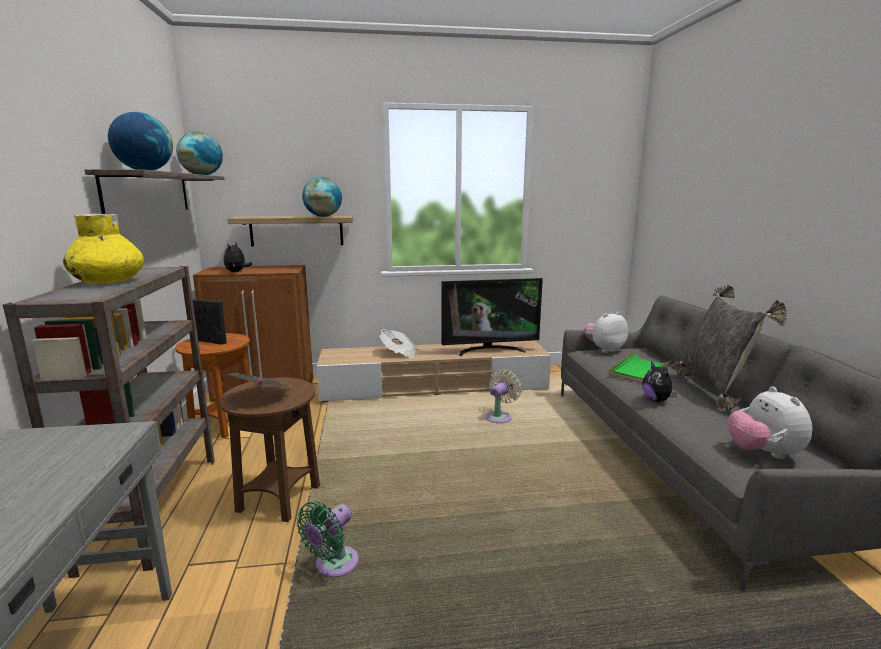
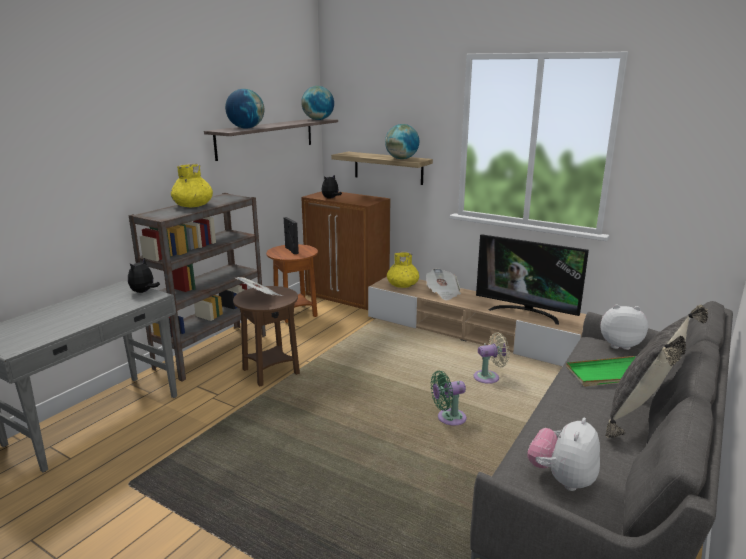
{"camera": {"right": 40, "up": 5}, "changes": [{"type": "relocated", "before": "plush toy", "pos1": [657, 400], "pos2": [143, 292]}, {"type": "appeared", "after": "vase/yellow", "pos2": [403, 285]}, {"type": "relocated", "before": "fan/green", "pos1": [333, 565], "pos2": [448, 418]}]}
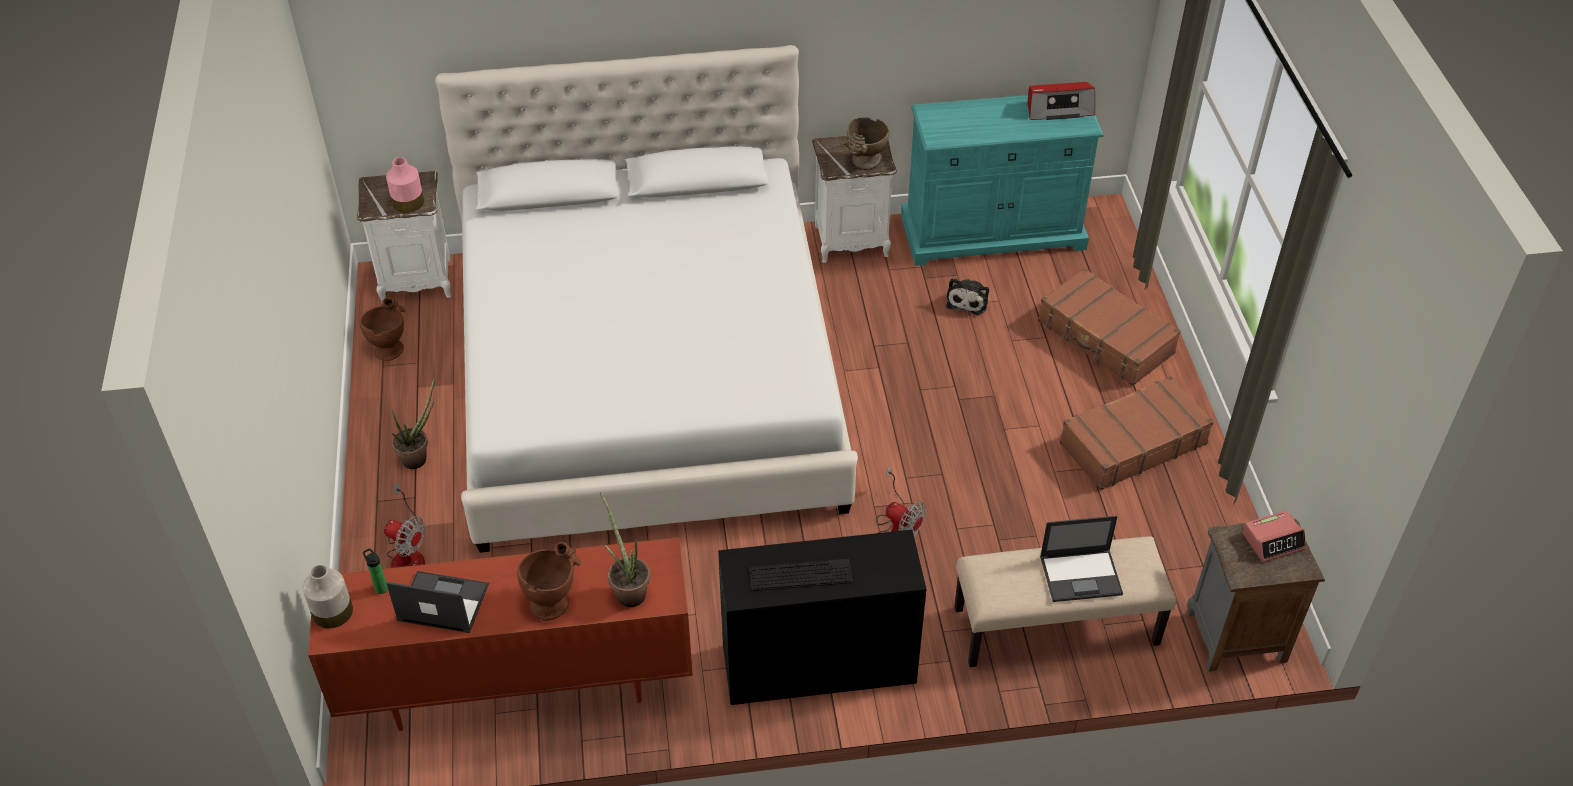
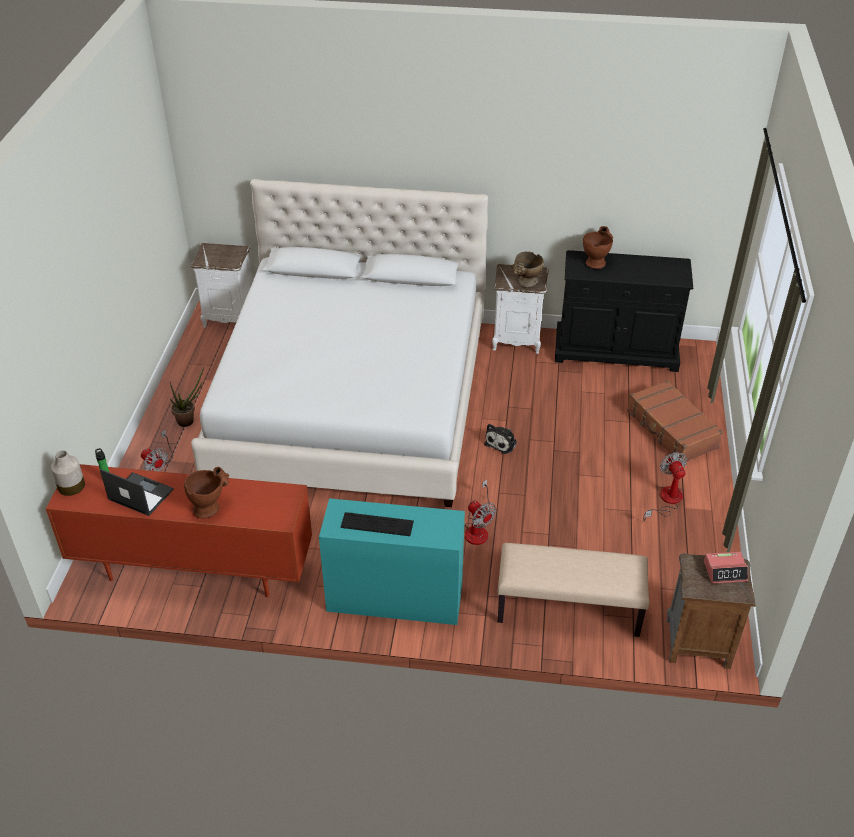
{"camera": {"right": 15, "up": -5}, "changes": [{"type": "colour", "before": "desk/black", "after": "desk/turquoise", "pos1": [818, 665], "pos2": [394, 598]}, {"type": "relocated", "before": "plush toy", "pos1": [968, 300], "pos2": [502, 442]}, {"type": "colour", "before": "dresser/turquoise", "after": "dresser/black", "pos1": [994, 231], "pos2": [617, 350]}, {"type": "relocated", "before": "vase/brown", "pos1": [390, 346], "pos2": [596, 261]}, {"type": "exchanged", "before": "suitcase/brown", "after": "fan", "pos1": [1132, 443], "pos2": [666, 500]}, {"type": "missing", "before": "vase/pink", "pos1": [408, 202]}, {"type": "missing", "before": "potted plant", "pos1": [628, 590]}, {"type": "missing", "before": "radio", "pos1": [1059, 109]}, {"type": "missing", "before": "laptop", "pos1": [1081, 575]}]}
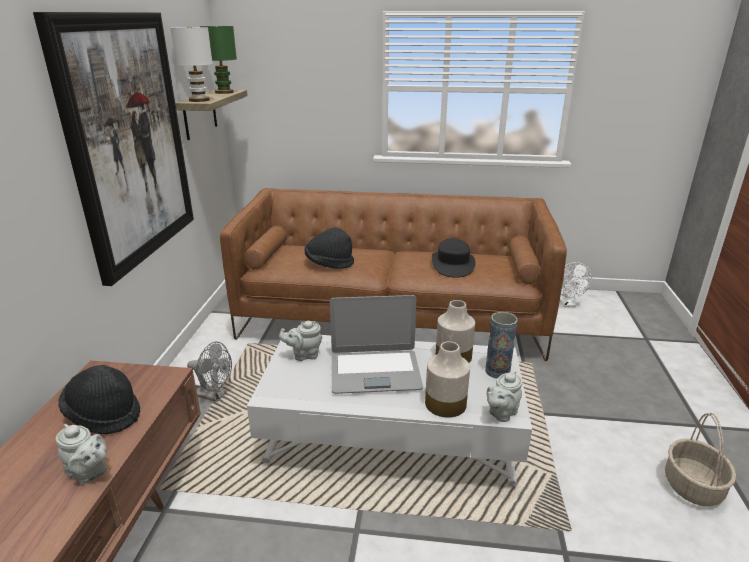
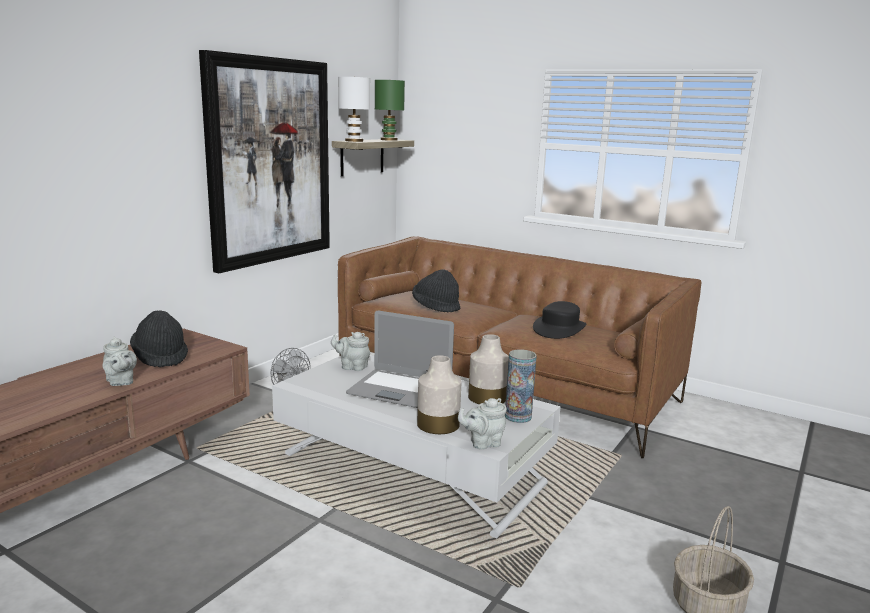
{"camera": {"right": 25, "up": -10}, "changes": [{"type": "missing", "before": "fan/white", "pos1": [567, 303]}]}
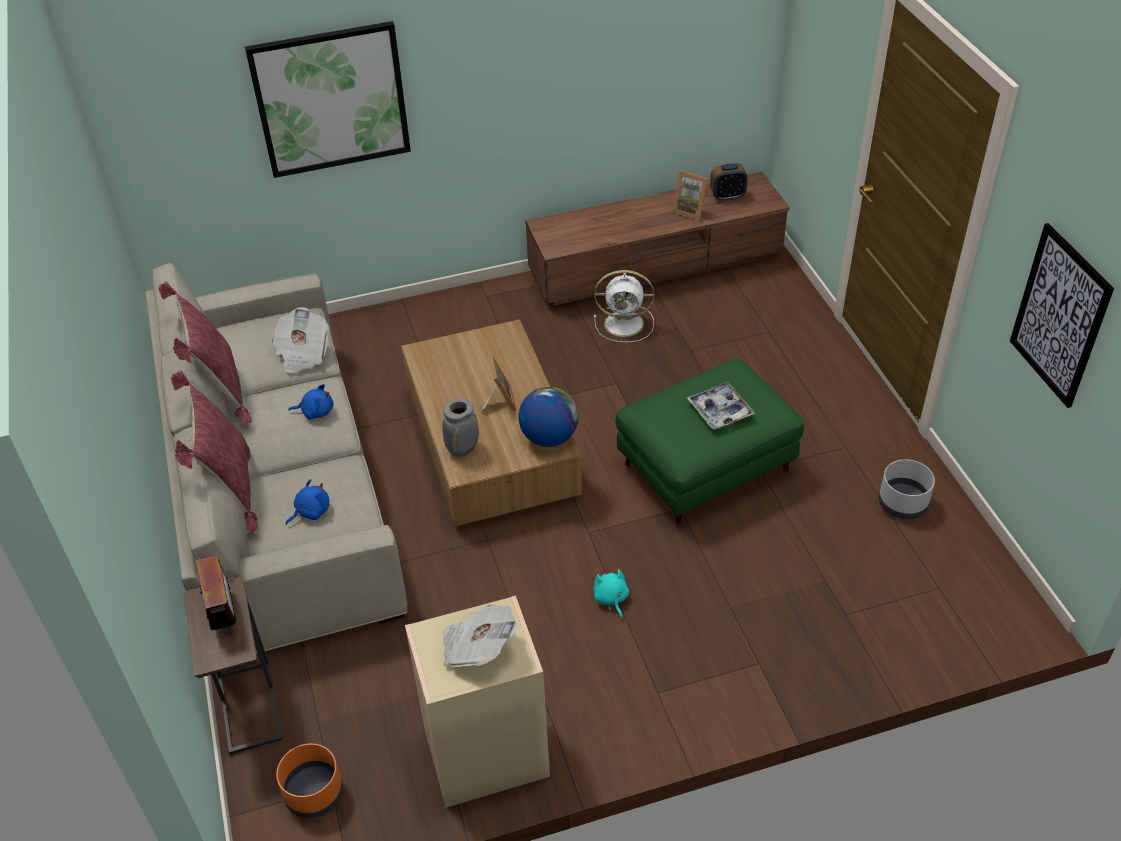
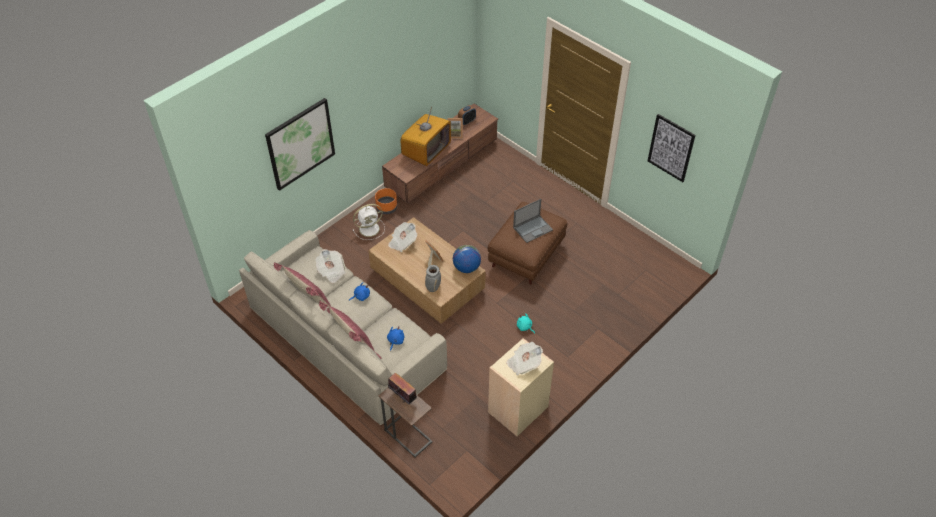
{"camera": {"right": -30, "up": 5}, "changes": [{"type": "relocated", "before": "fan/white", "pos1": [626, 324], "pos2": [370, 228]}, {"type": "relocated", "before": "planter/orange", "pos1": [314, 794], "pos2": [386, 208]}, {"type": "appeared", "after": "newspaper", "pos2": [402, 242]}, {"type": "appeared", "after": "television", "pos2": [426, 151]}, {"type": "colour", "before": "ottoman/green", "after": "ottoman/brown", "pos1": [705, 467], "pos2": [526, 255]}, {"type": "exchanged", "before": "tray", "after": "laptop", "pos1": [720, 410], "pos2": [533, 228]}, {"type": "missing", "before": "planter/grey", "pos1": [903, 503]}]}
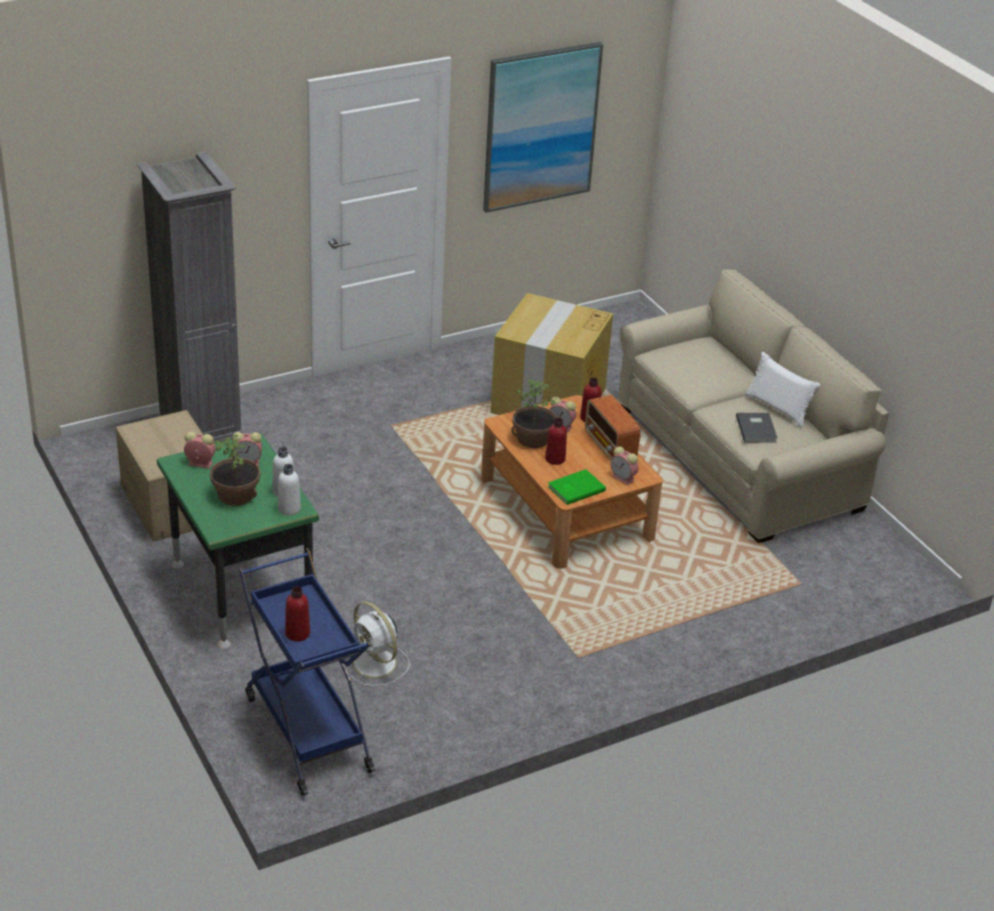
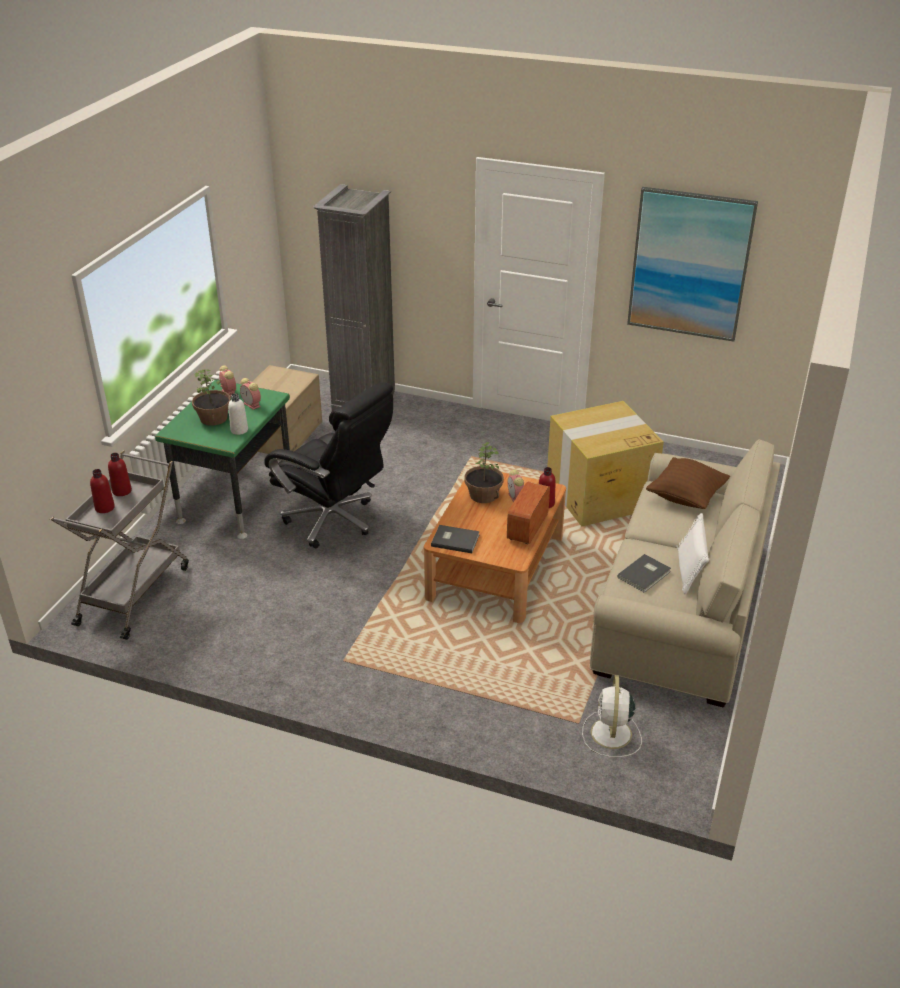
{"camera": {"right": 50, "up": 0}, "changes": [{"type": "colour", "before": "cart/blue", "after": "cart/grey", "pos1": [307, 733], "pos2": [135, 595]}, {"type": "relocated", "before": "bottle/red", "pos1": [555, 459], "pos2": [122, 491]}, {"type": "appeared", "after": "office chair/black", "pos2": [335, 523]}, {"type": "colour", "before": "book/green", "after": "book/grey", "pos1": [575, 488], "pos2": [455, 540]}, {"type": "relocated", "before": "fan/white", "pos1": [376, 664], "pos2": [611, 735]}, {"type": "appeared", "after": "pillow/brown", "pos2": [686, 497]}, {"type": "missing", "before": "bottle/white", "pos1": [289, 509]}, {"type": "missing", "before": "alarm clock", "pos1": [624, 478]}]}
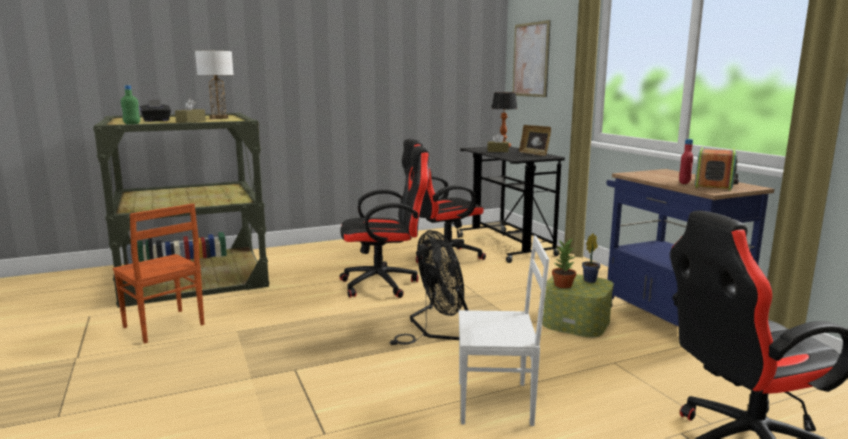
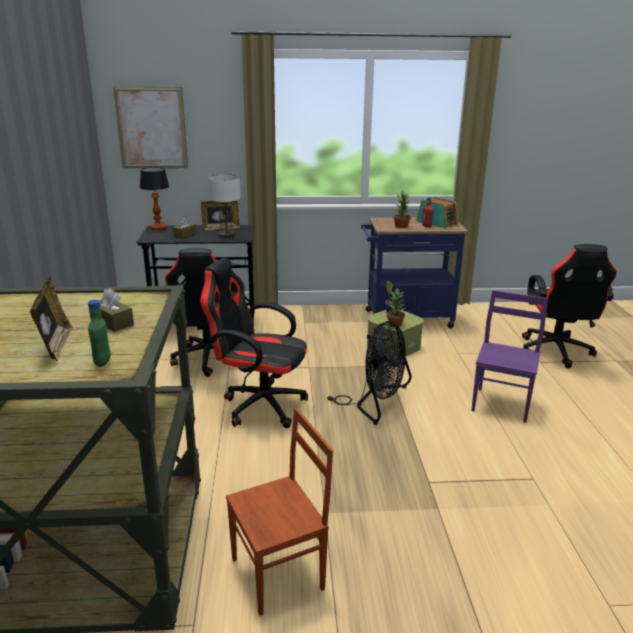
{"camera": {"right": -70, "up": 10}, "changes": [{"type": "exchanged", "before": "tissue box/black", "after": "picture frame", "pos1": [156, 121], "pos2": [56, 346]}, {"type": "spun", "before": "office chair/black", "pos1": [385, 285], "pos2": [258, 405], "turn": -75}, {"type": "relocated", "before": "table lamp", "pos1": [218, 118], "pos2": [226, 236]}, {"type": "spun", "before": "fan/black", "pos1": [431, 327], "pos2": [374, 402], "turn": 120}, {"type": "appeared", "after": "potted plant", "pos2": [401, 226]}, {"type": "colour", "before": "chair/white", "after": "chair/purple", "pos1": [496, 403], "pos2": [502, 404]}]}
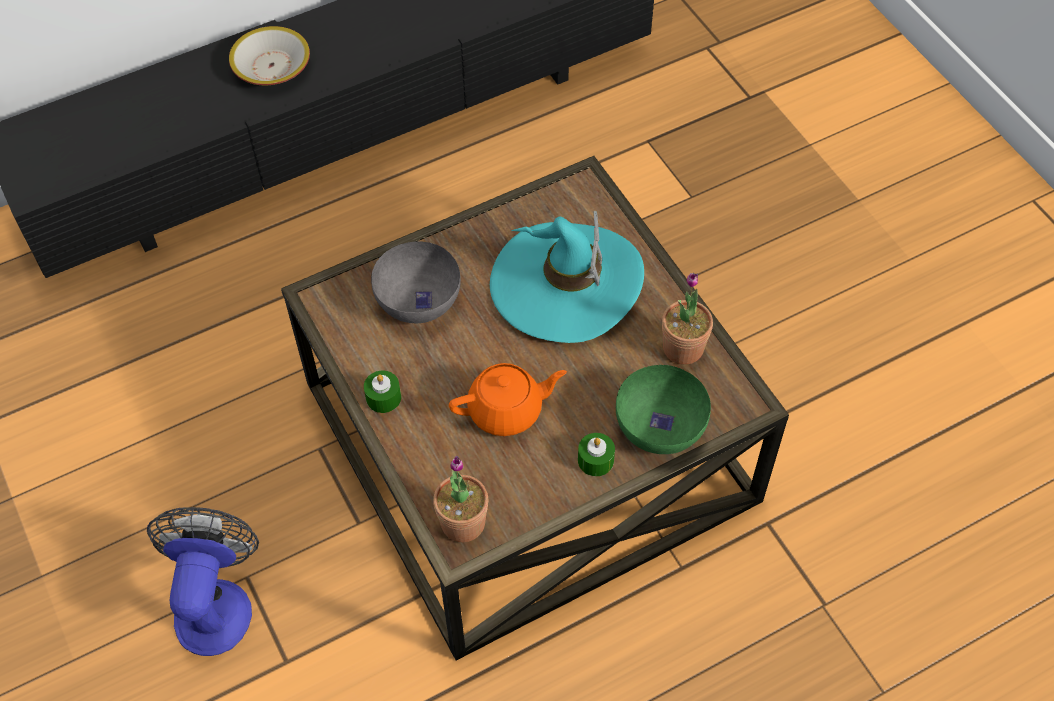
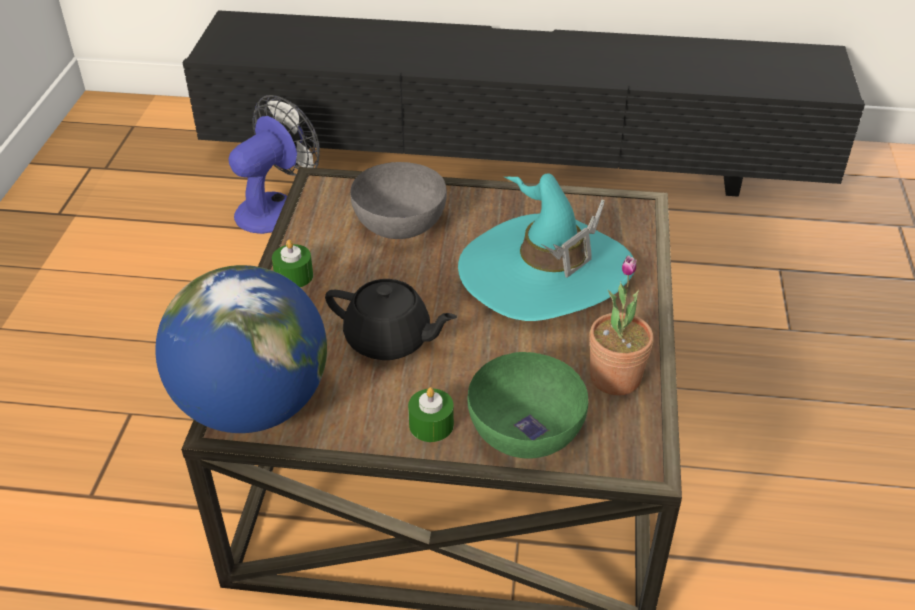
{"camera": {"right": 35, "up": -15}, "changes": [{"type": "exchanged", "before": "potted plant", "after": "globe", "pos1": [463, 522], "pos2": [254, 405]}, {"type": "relocated", "before": "fan", "pos1": [215, 602], "pos2": [276, 207]}, {"type": "colour", "before": "teapot/orange", "after": "teapot/black", "pos1": [507, 410], "pos2": [389, 340]}, {"type": "missing", "before": "bowl", "pos1": [272, 66]}]}
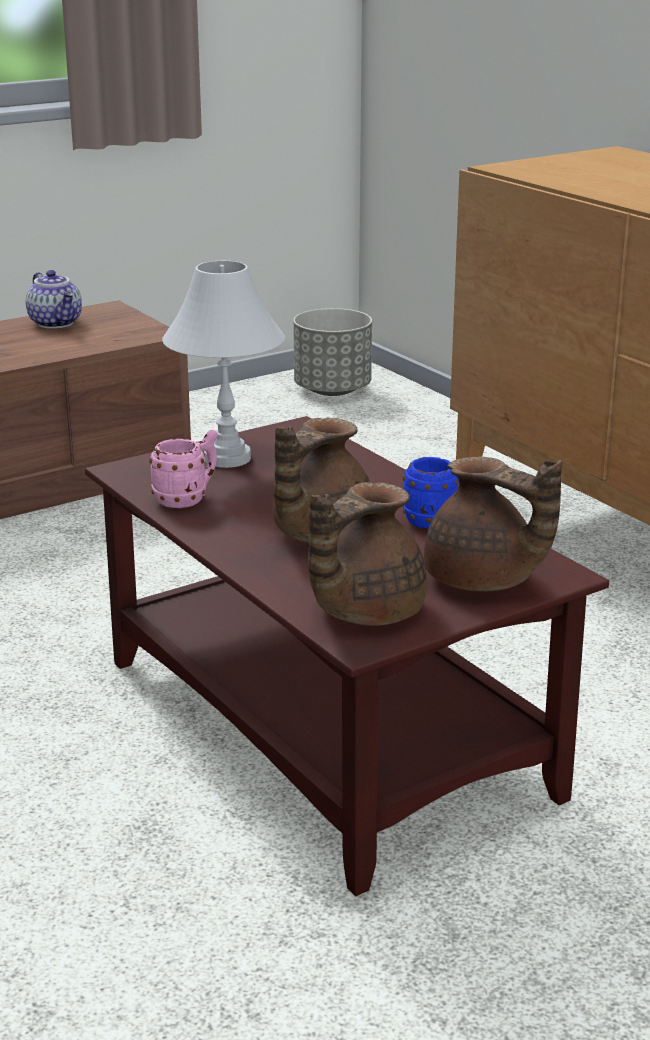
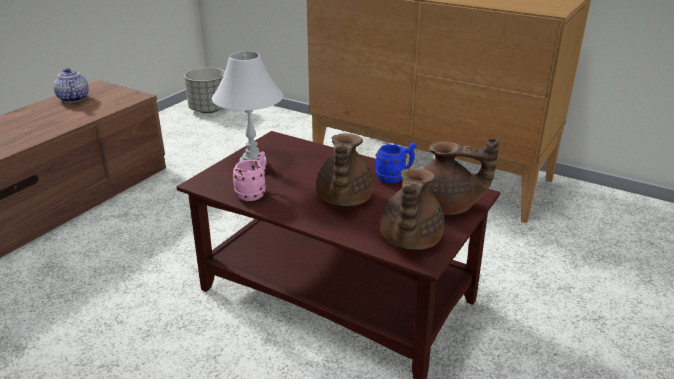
{"camera": {"right": -25, "up": 5}, "changes": [{"type": "spun", "before": "teapot", "pos1": [57, 323], "pos2": [73, 99], "turn": -150}]}
